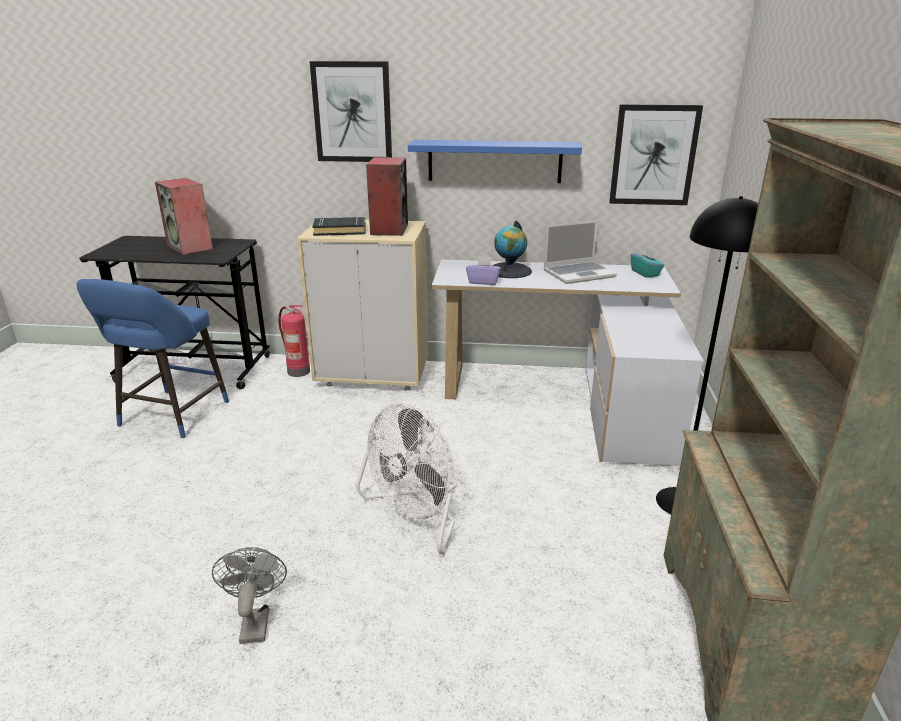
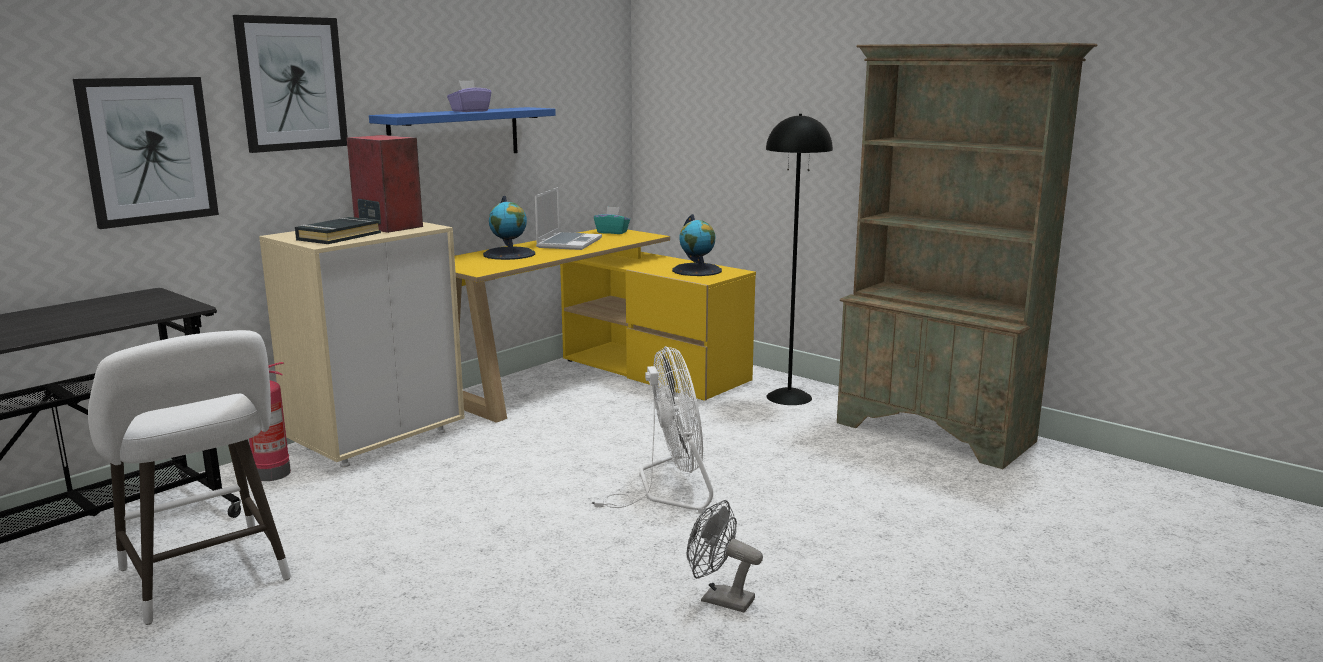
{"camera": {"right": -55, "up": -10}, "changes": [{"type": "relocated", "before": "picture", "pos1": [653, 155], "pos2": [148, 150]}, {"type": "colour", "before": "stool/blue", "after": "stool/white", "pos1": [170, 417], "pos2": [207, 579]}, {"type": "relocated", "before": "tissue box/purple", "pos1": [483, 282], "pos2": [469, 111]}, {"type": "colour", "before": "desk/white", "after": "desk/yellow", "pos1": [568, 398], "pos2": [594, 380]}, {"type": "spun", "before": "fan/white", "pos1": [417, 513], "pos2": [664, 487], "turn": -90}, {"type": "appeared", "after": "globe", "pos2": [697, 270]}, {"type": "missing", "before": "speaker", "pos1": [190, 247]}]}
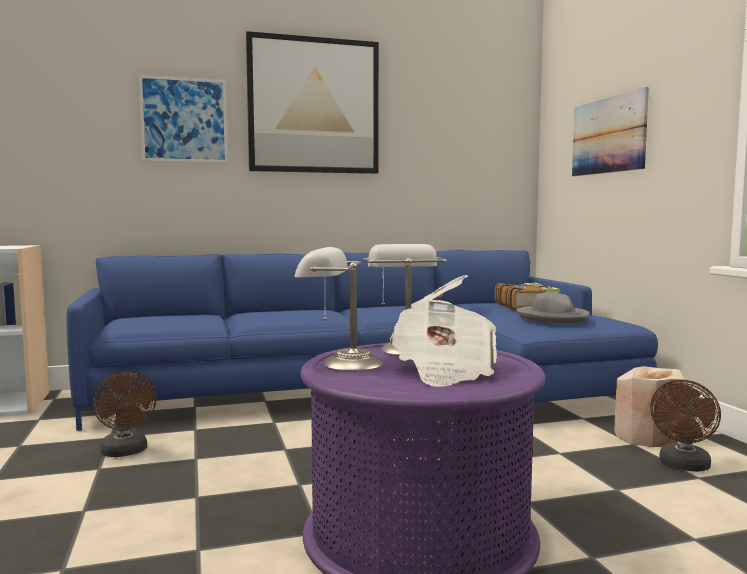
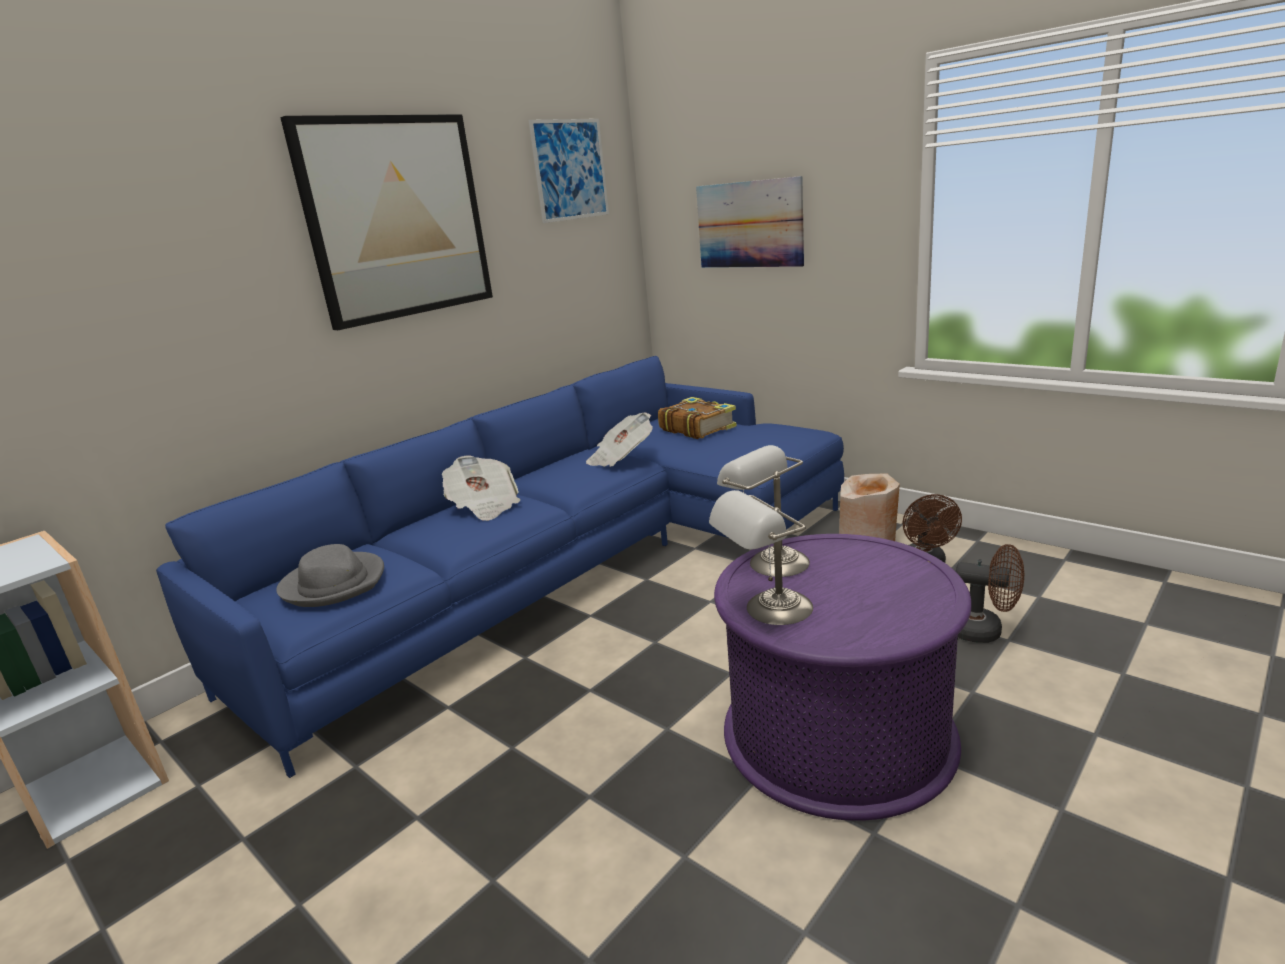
{"camera": {"right": -30, "up": 15}, "changes": [{"type": "relocated", "before": "hat/grey", "pos1": [552, 318], "pos2": [334, 583]}, {"type": "relocated", "before": "newspaper", "pos1": [443, 372], "pos2": [484, 506]}, {"type": "relocated", "before": "picture", "pos1": [184, 120], "pos2": [570, 170]}, {"type": "relocated", "before": "fan/brown", "pos1": [126, 452], "pos2": [984, 631]}]}
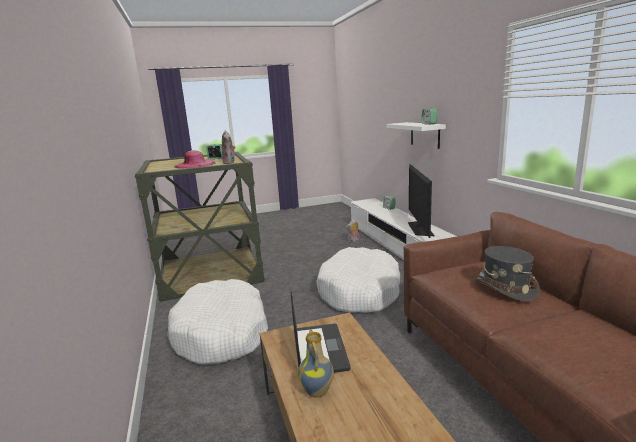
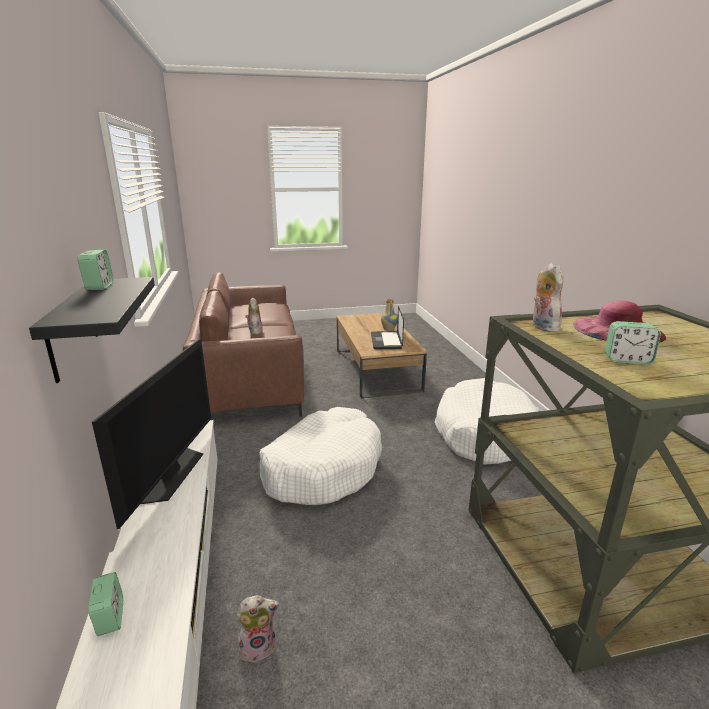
{"camera": {"right": -175, "up": 5}, "changes": [{"type": "colour", "before": "shelf/white", "after": "shelf/black", "pos1": [425, 134], "pos2": [72, 328]}, {"type": "exchanged", "before": "hat/grey", "after": "plush toy", "pos1": [505, 288], "pos2": [254, 331]}]}
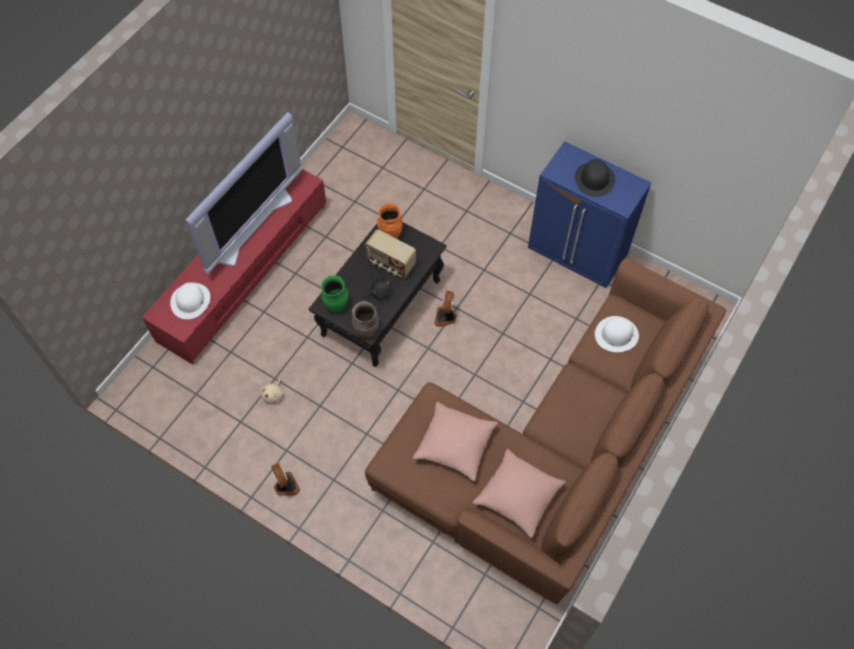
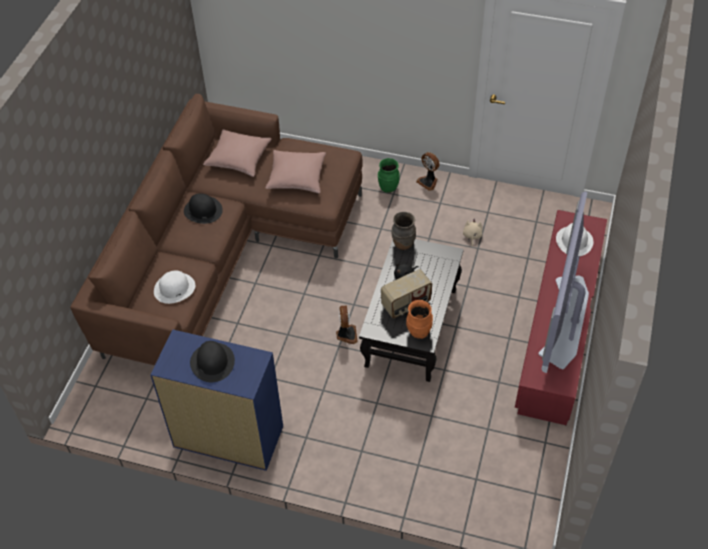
{"camera": {"right": 165, "up": -10}, "changes": [{"type": "appeared", "after": "hat/black", "pos2": [203, 210]}, {"type": "relocated", "before": "vase/green", "pos1": [336, 305], "pos2": [388, 187]}, {"type": "spun", "before": "radio", "pos1": [390, 263], "pos2": [406, 304], "turn": 135}]}
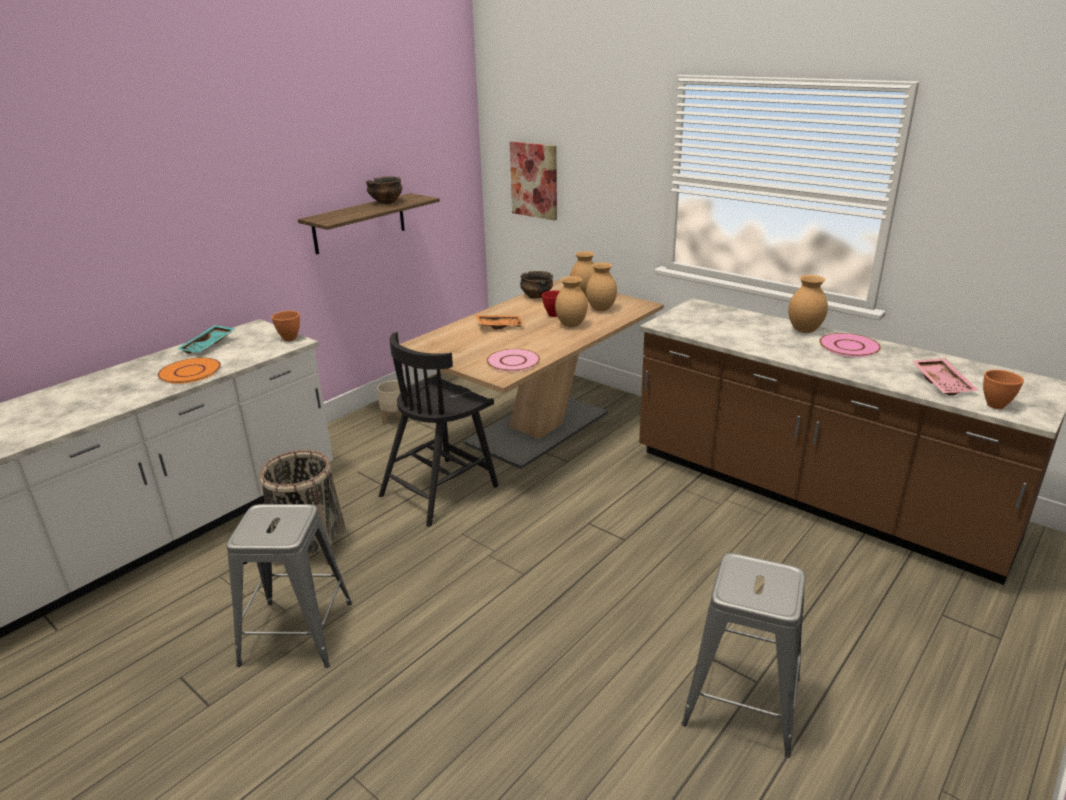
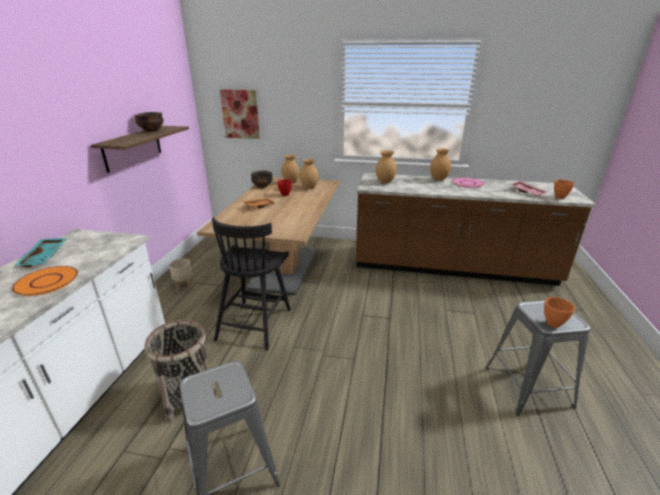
{"camera": {"right": -30, "up": 0}, "changes": [{"type": "relocated", "before": "vase/brown", "pos1": [571, 325], "pos2": [385, 182]}, {"type": "relocated", "before": "bowl/orange", "pos1": [289, 339], "pos2": [553, 324]}, {"type": "missing", "before": "plate/pink", "pos1": [513, 361]}]}
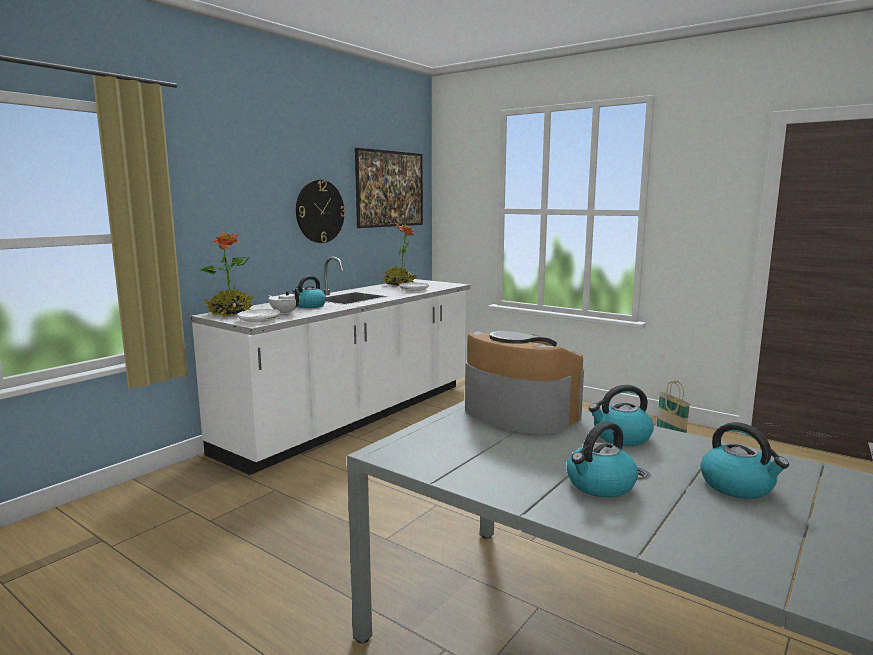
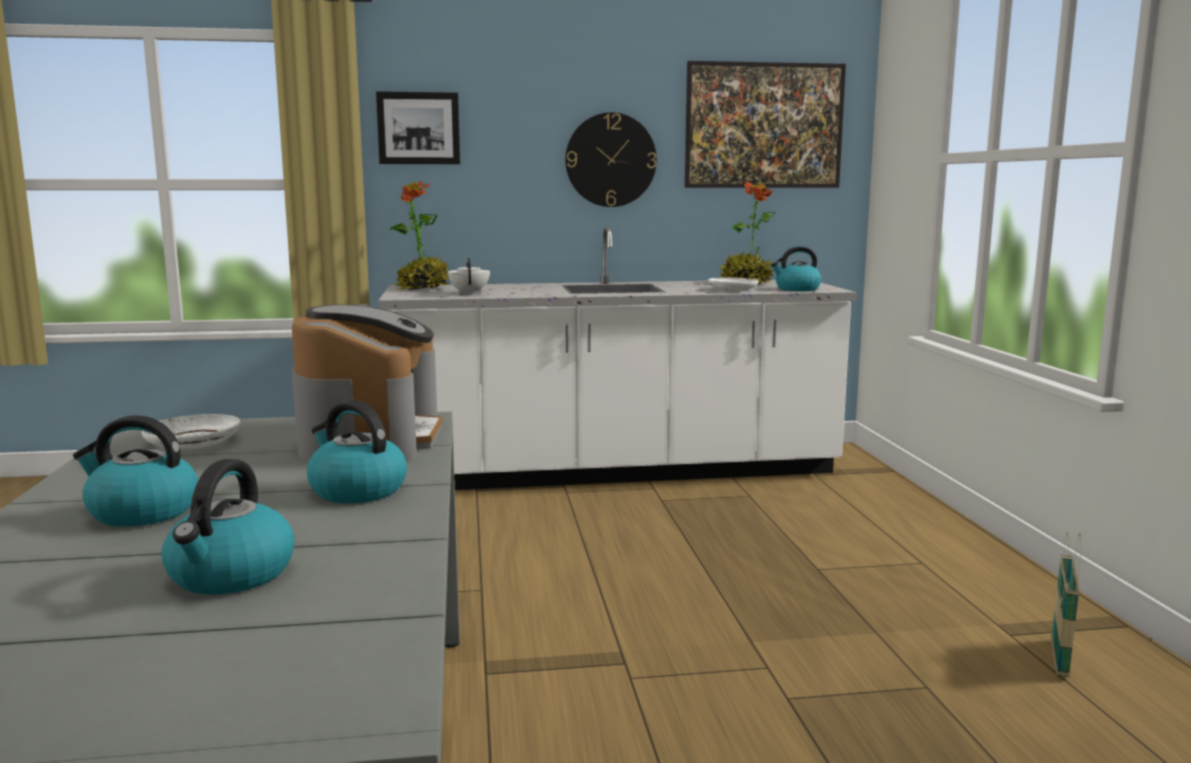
{"camera": {"right": 45, "up": 0}, "changes": [{"type": "relocated", "before": "plate/white", "pos1": [259, 320], "pos2": [193, 443]}, {"type": "appeared", "after": "picture", "pos2": [418, 128]}, {"type": "relocated", "before": "kettle", "pos1": [309, 306], "pos2": [796, 289]}]}
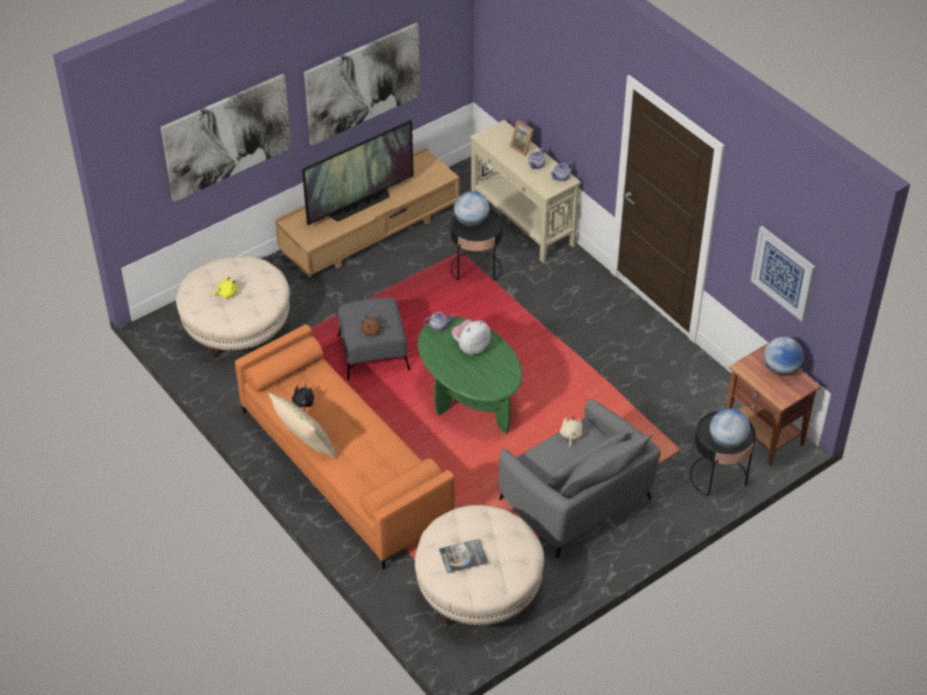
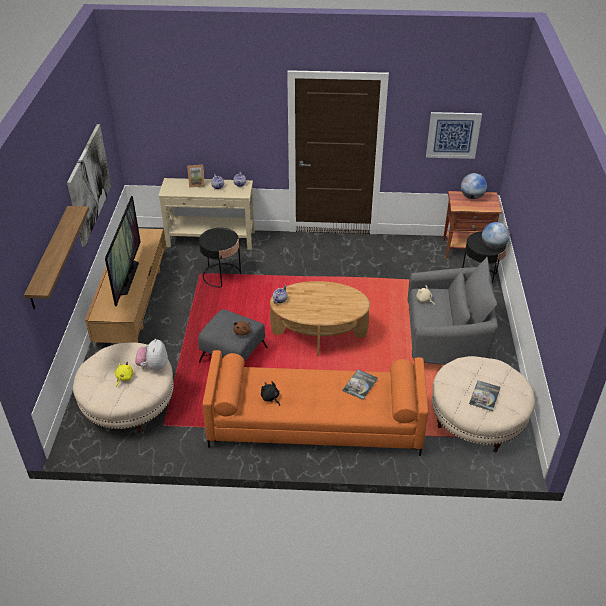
{"camera": {"right": -50, "up": -5}, "changes": [{"type": "exchanged", "before": "picture", "after": "shelf", "pos1": [227, 136], "pos2": [49, 257]}, {"type": "relocated", "before": "plush toy", "pos1": [471, 347], "pos2": [153, 366]}, {"type": "colour", "before": "coffee table/green", "after": "coffee table/brown", "pos1": [469, 397], "pos2": [319, 336]}, {"type": "appeared", "after": "book", "pos2": [360, 385]}, {"type": "missing", "before": "pillow/beige", "pos1": [305, 446]}, {"type": "missing", "before": "globe", "pos1": [471, 222]}]}
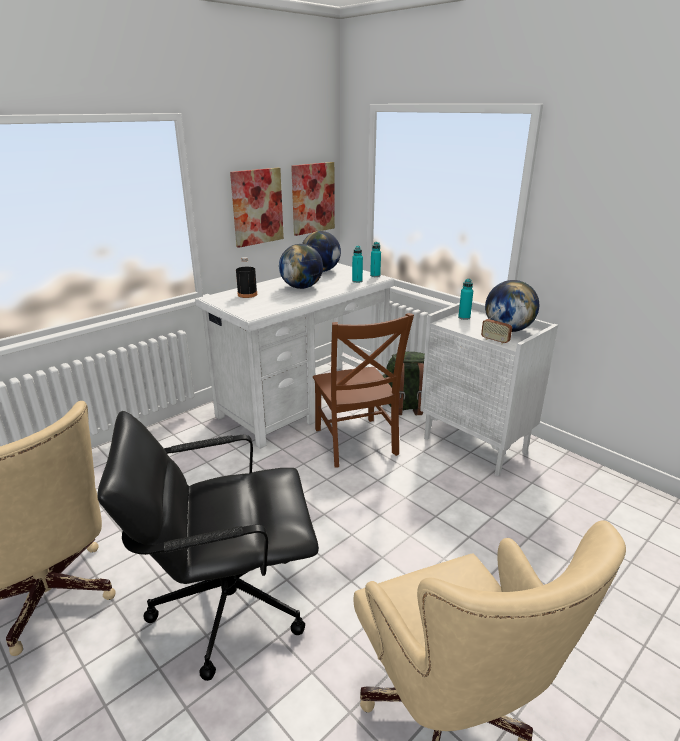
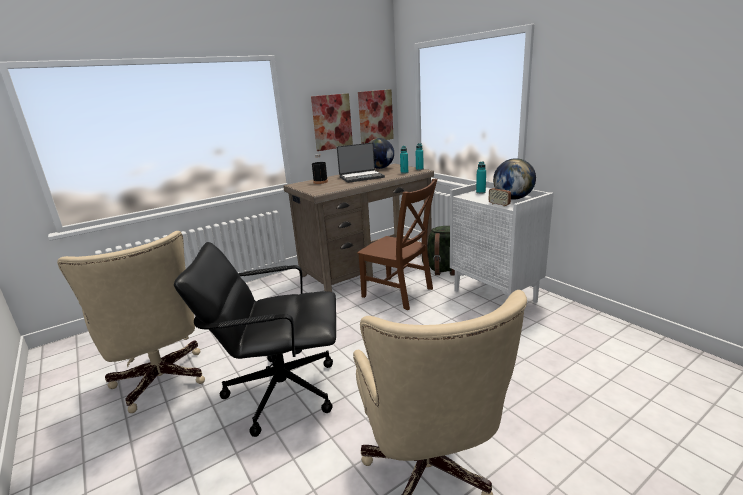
{"camera": {"right": 10, "up": -5}, "changes": [{"type": "colour", "before": "desk/white", "after": "desk/brown", "pos1": [304, 401], "pos2": [367, 266]}, {"type": "exchanged", "before": "globe", "after": "laptop", "pos1": [301, 287], "pos2": [361, 177]}, {"type": "spun", "before": "chair/brown", "pos1": [356, 444], "pos2": [400, 293], "turn": -45}]}
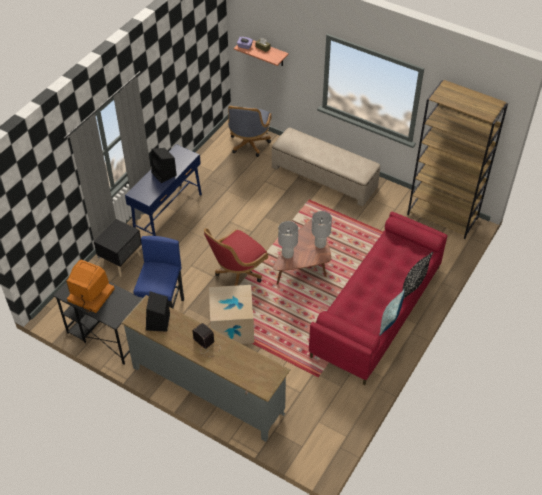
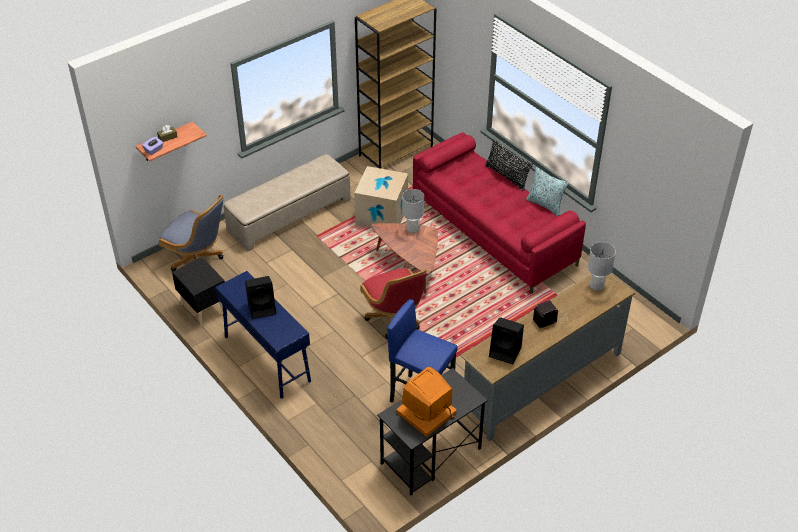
{"camera": {"right": -70, "up": -5}, "changes": [{"type": "relocated", "before": "nightstand/black", "pos1": [122, 261], "pos2": [203, 308]}, {"type": "relocated", "before": "cardboard box", "pos1": [232, 327], "pos2": [381, 215]}, {"type": "relocated", "before": "table lamp/grey", "pos1": [287, 255], "pos2": [596, 287]}]}
